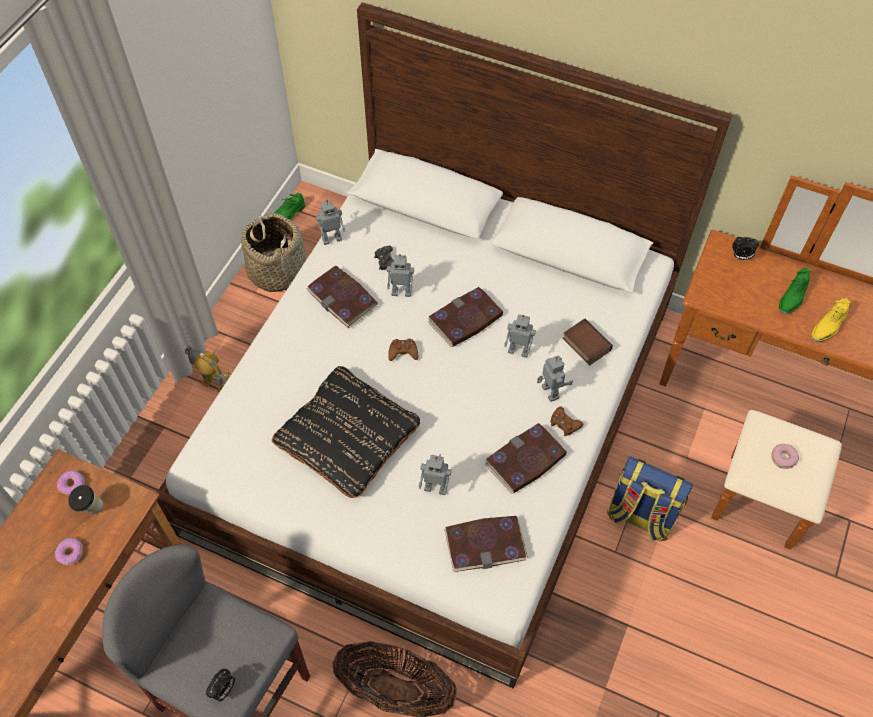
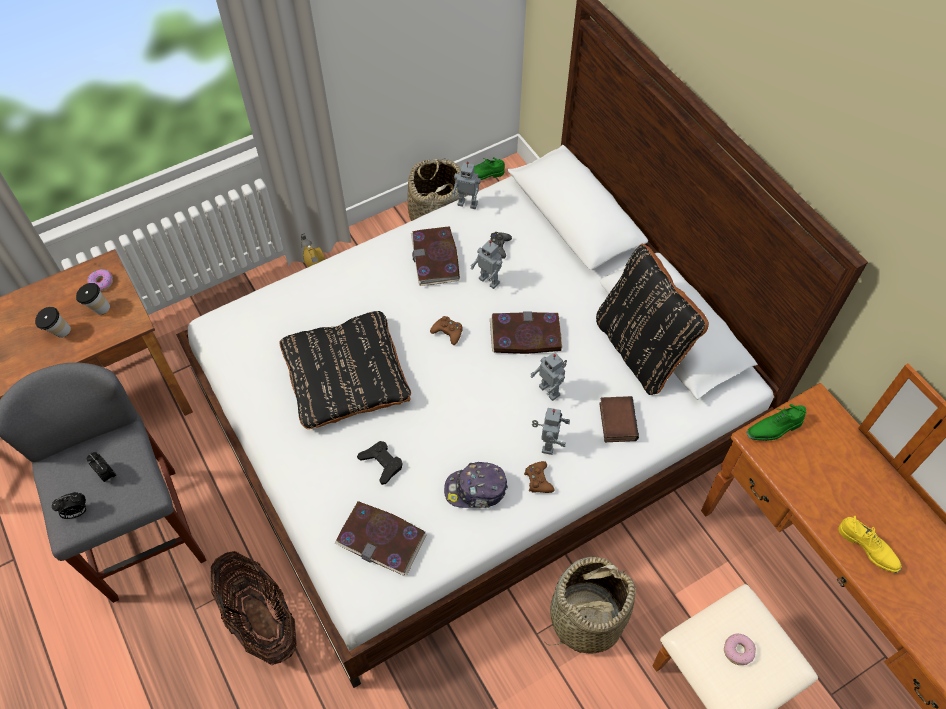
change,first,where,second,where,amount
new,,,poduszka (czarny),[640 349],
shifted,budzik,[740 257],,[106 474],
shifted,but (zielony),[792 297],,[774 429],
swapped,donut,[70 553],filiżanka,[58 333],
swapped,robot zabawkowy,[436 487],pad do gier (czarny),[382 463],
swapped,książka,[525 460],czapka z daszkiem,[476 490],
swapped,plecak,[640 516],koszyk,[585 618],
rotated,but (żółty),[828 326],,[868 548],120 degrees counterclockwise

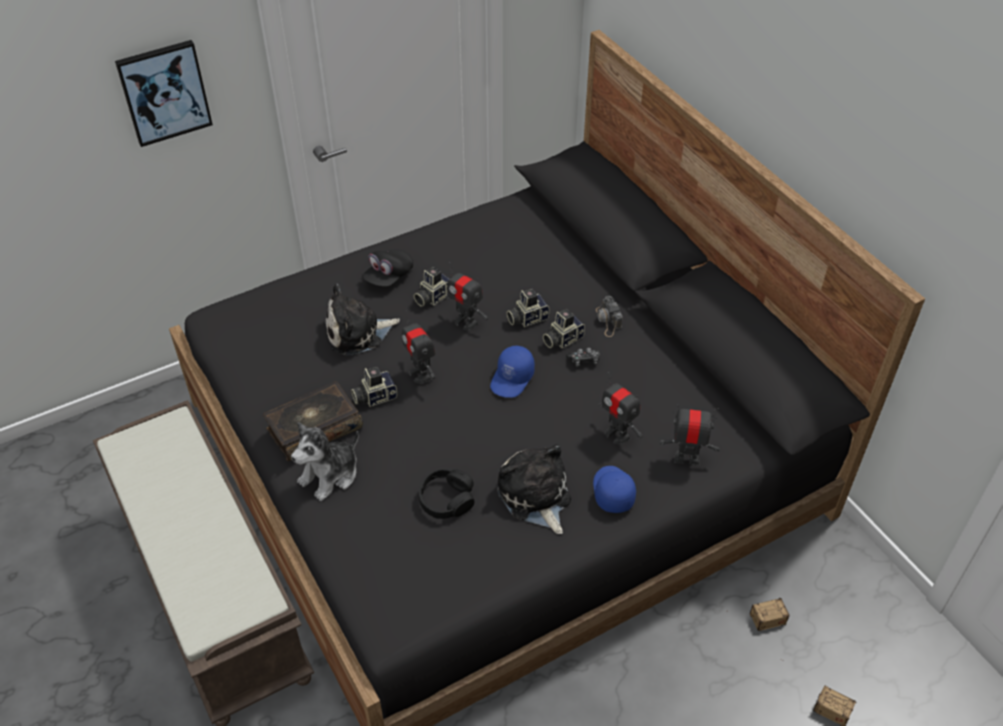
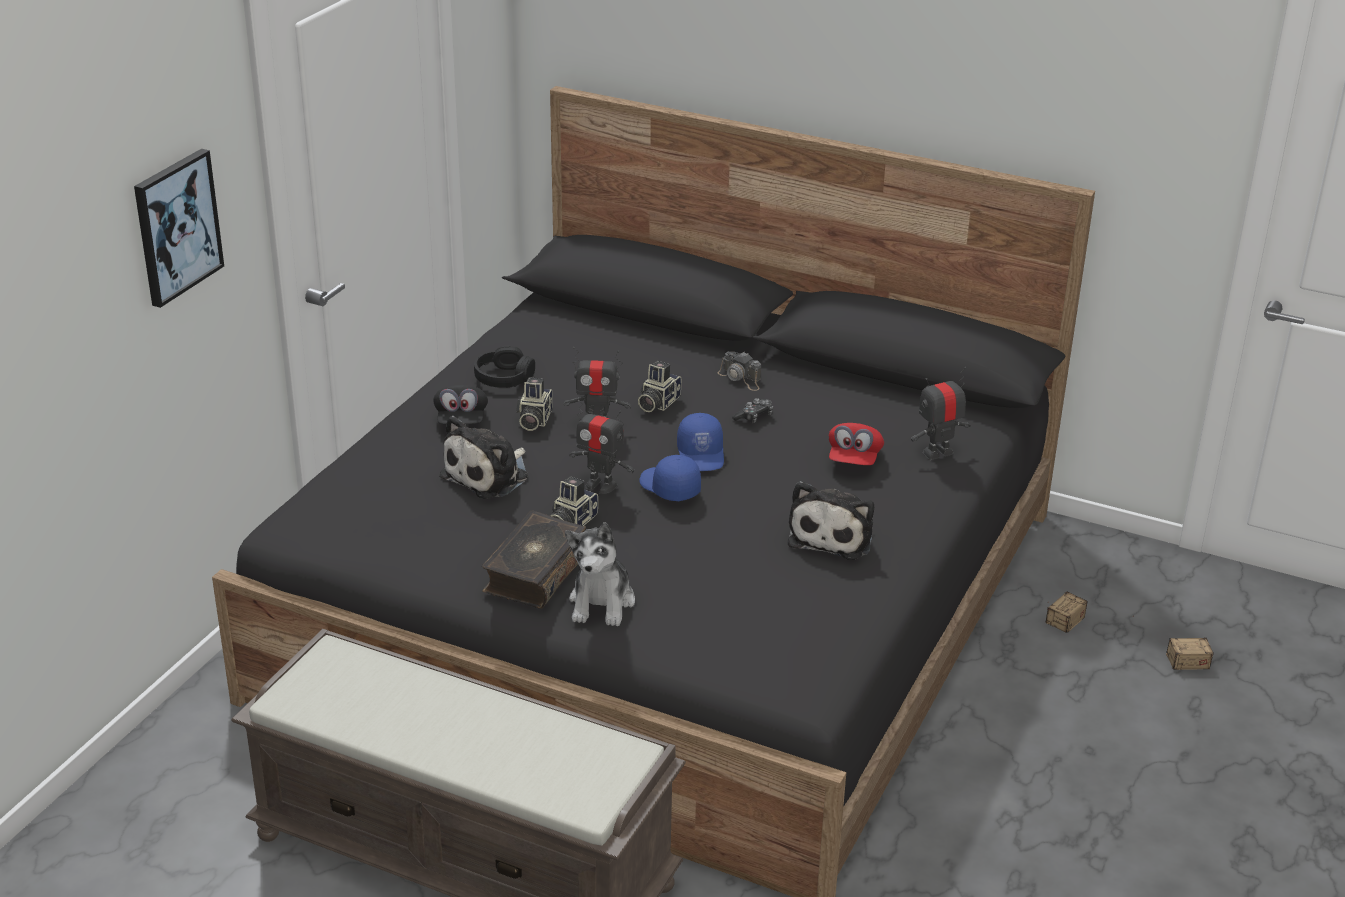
change,first,where,second,where,amount
gone,aparat fotograficzny,[562 338],,,
shifted,słuchawki (czarny),[446 499],,[504 378],
shifted,czapka z daszkiem (niebieski),[612 492],,[669 487],
swapped,robot zabawkowy,[617 434],czapka z daszkiem (czerwony),[854 459],
rotated,pluszak,[535 497],,[833 535],105 degrees counterclockwise

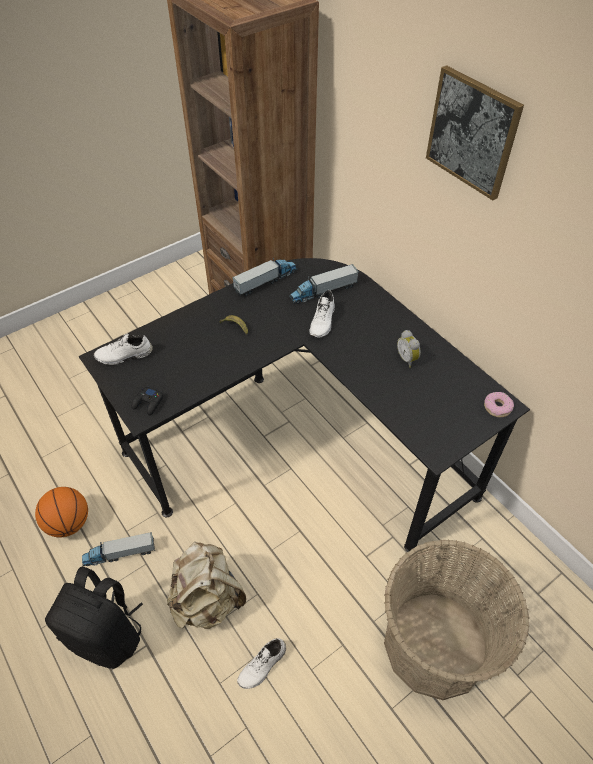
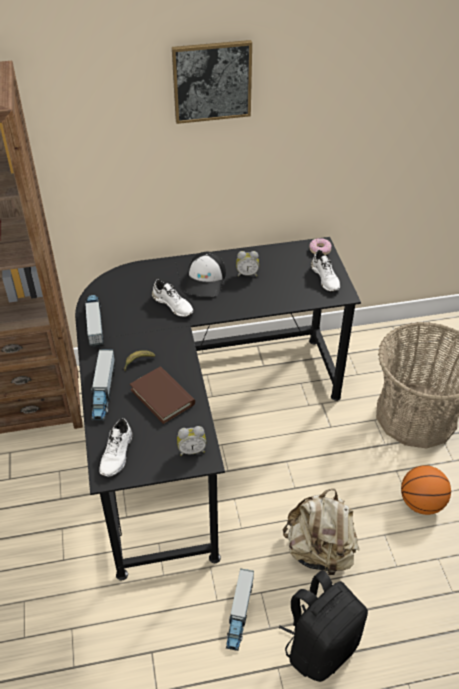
change,first,where,second,where,amount
new,,,książka (brązowy),[162 397],
new,,,czapka z daszkiem,[205 280],
shifted,piłka do koszykówki,[68 523],,[421 503],
shifted,but (biały),[263 666],,[325 278],
shifted,ciężarówka zabawkowa,[323 291],,[103 391],
swapped,pad do gier (czarny),[148 403],budzik,[192 450],

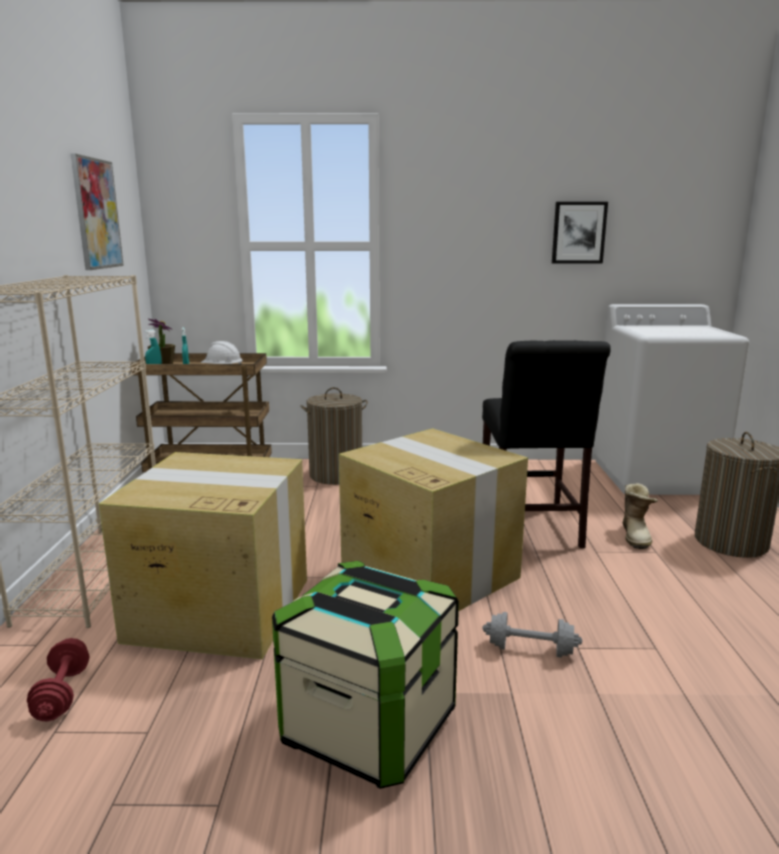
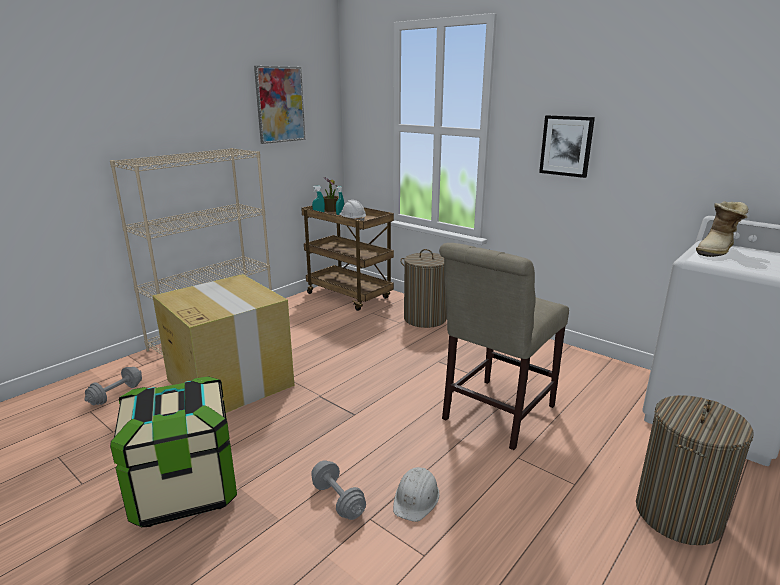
change,first,where,second,where,amount
gone,karton,[428 574],,,
new,,,kask (biały),[416 498],
shifted,obraz,[578 233],,[566 146],
shifted,but z cholewką,[636 535],,[717 250],
repainted,hantel (czerwony),[62 694],hantel (szary),[116 395],
repainted,krzesło (czarny),[530 529],krzesło (beżowy),[494 415],

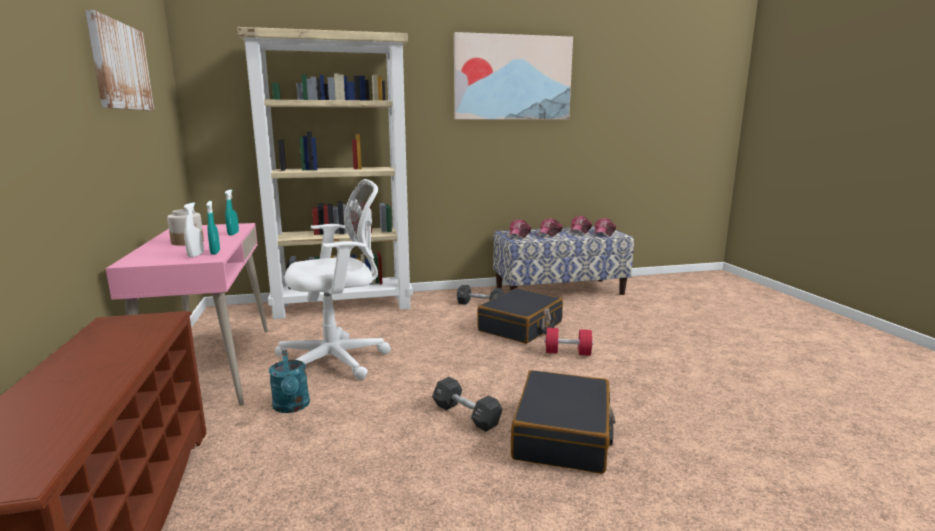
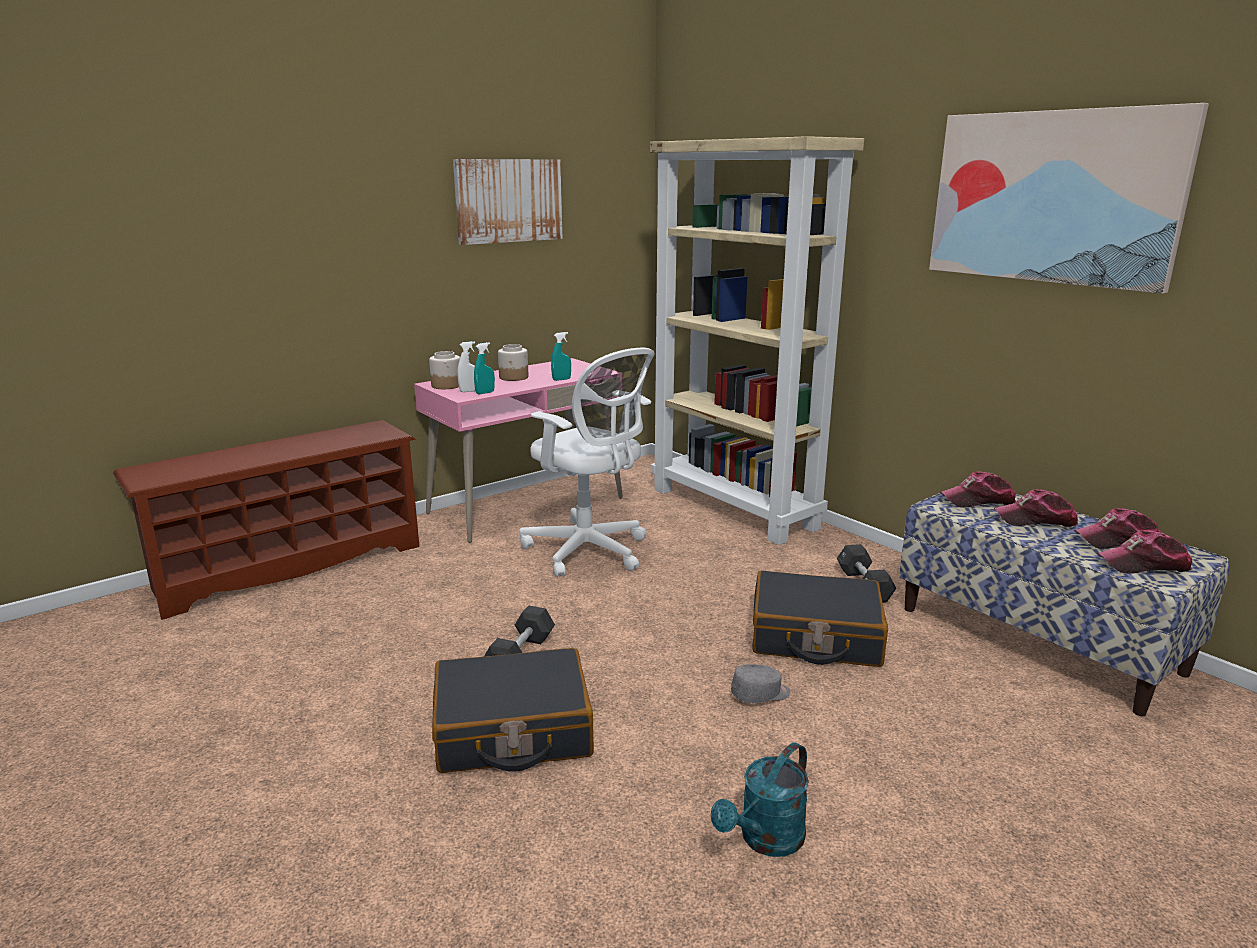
change,first,where,second,where,amount
new,,,słoik,[447 385],
shifted,konewka (turkusowy),[292 407],,[765 840],
swapped,hantel (czerwony),[567 353],czapka z daszkiem (szary),[760 694],

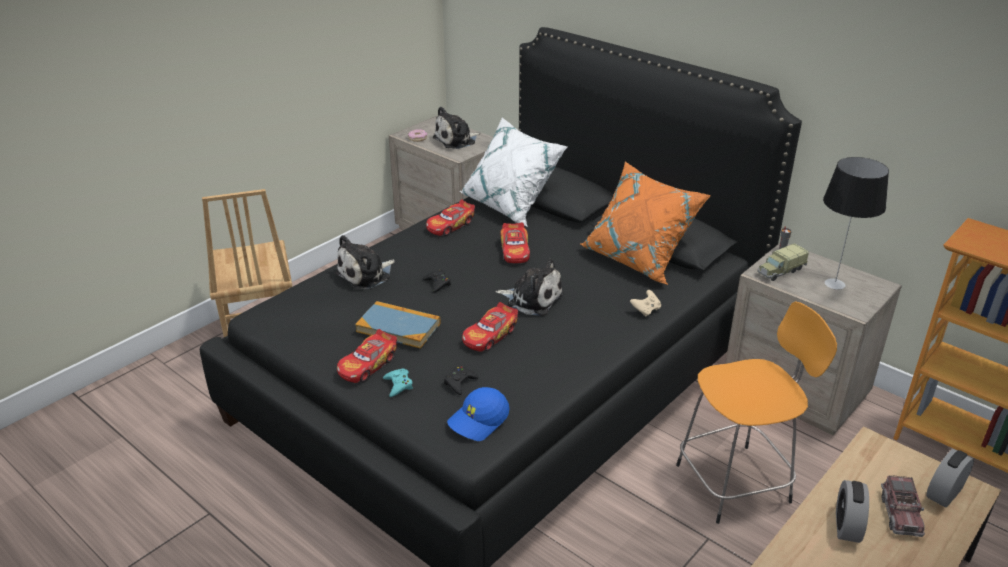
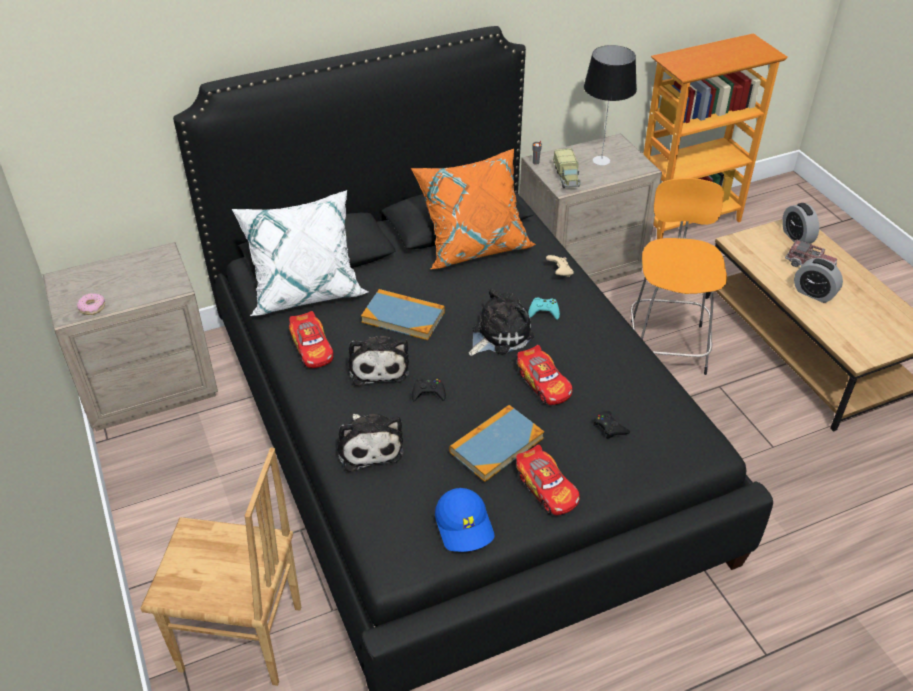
change,first,where,second,where,amount
shifted,pad do gier (turkusowy),[398 385],,[544 311],
shifted,pluszak,[456 140],,[378 366],
shifted,czapka z daszkiem (niebieski),[479 421],,[465 526],
swapped,samochodzik,[515 251],książka,[403 317],

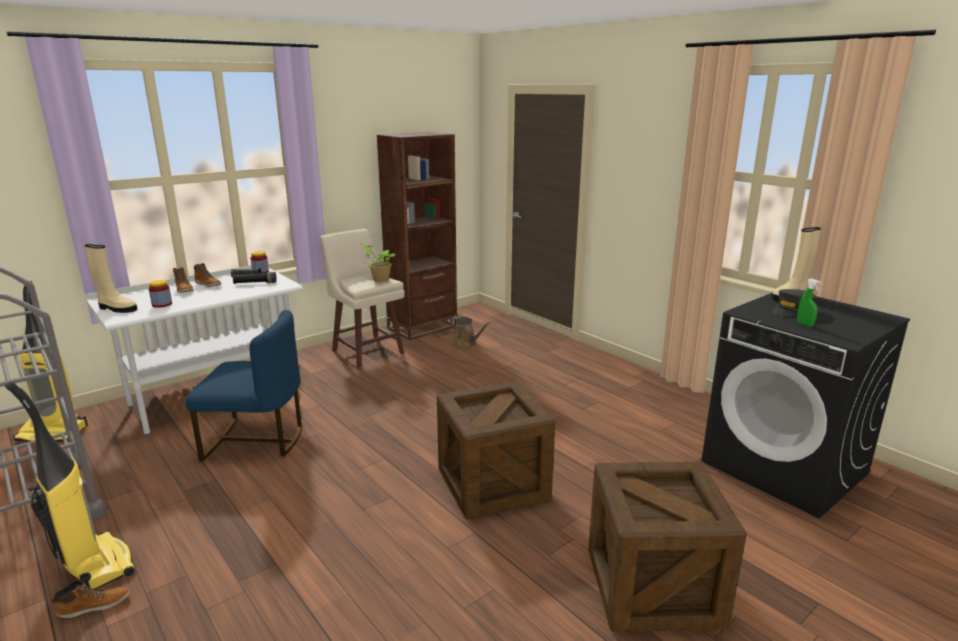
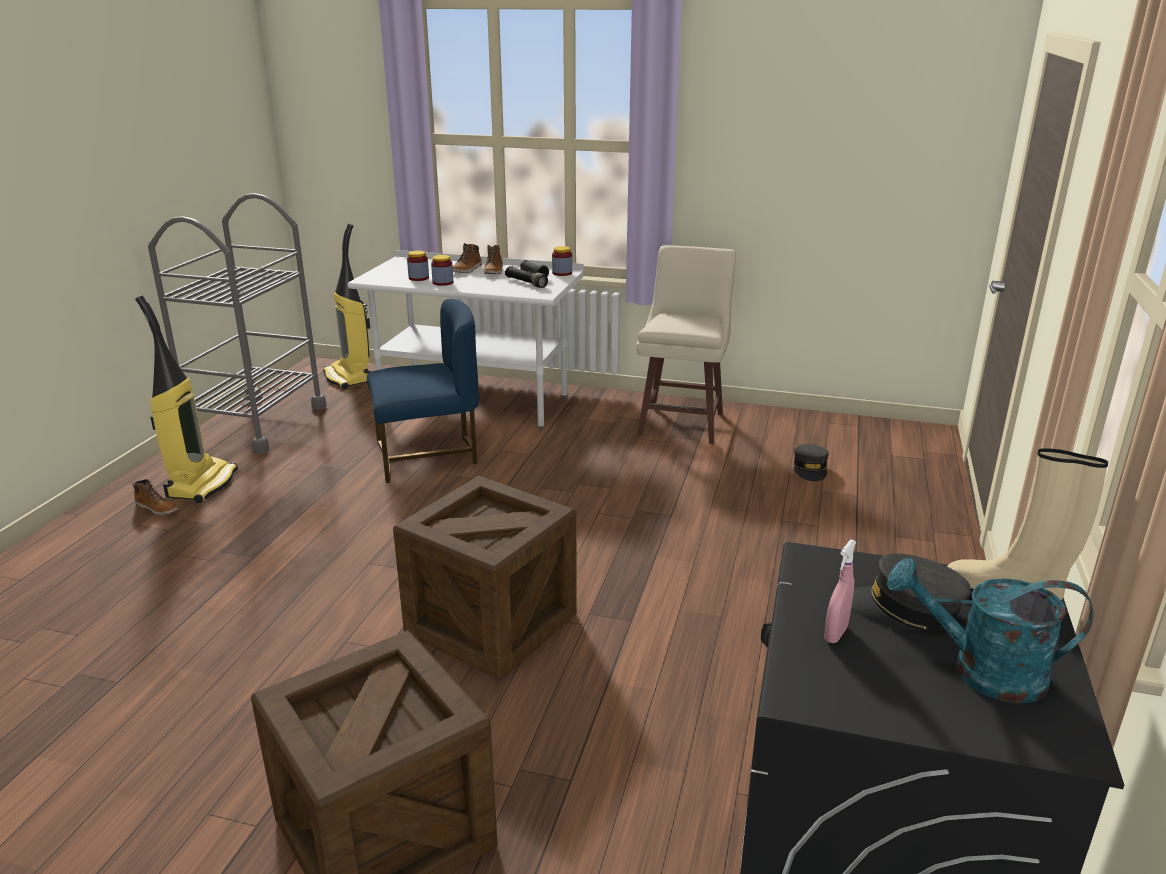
change,first,where,second,where,amount
gone,but z cholewką (beżowy),[116 308],,,
gone,roślina doniczkowa,[379 279],,,
gone,regał (brązowy),[422 327],,,
new,,,słoik,[443 283],
new,,,konewka (turkusowy),[981 672],
swapped,konewka (brązowy),[466 343],czapka z daszkiem (szary),[810 469],
repainted,spryskiwacz (zielony),[804 324],spryskiwacz (różowy),[835 634],
rotated,krzesło (niebieski),[255 441],,[427 456],75 degrees counterclockwise

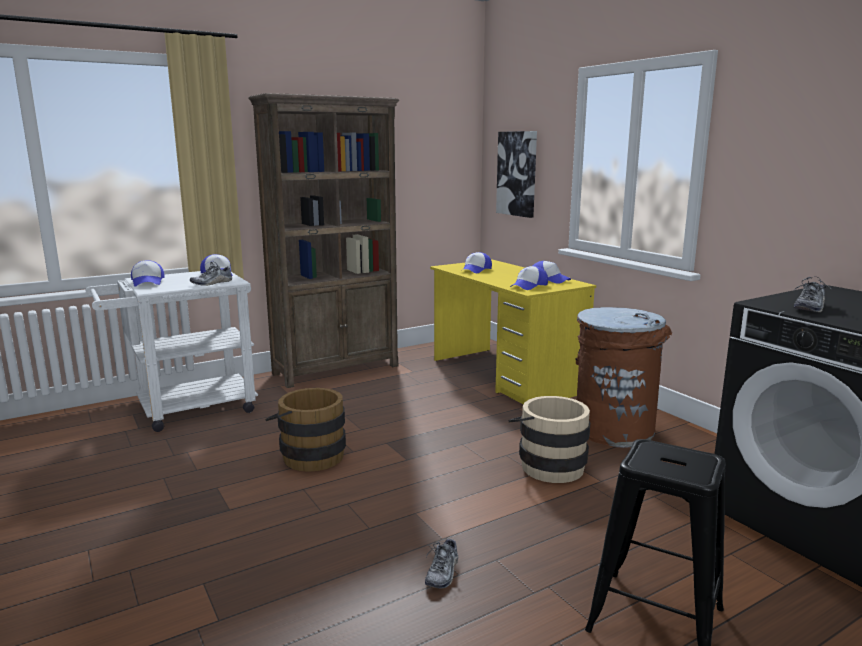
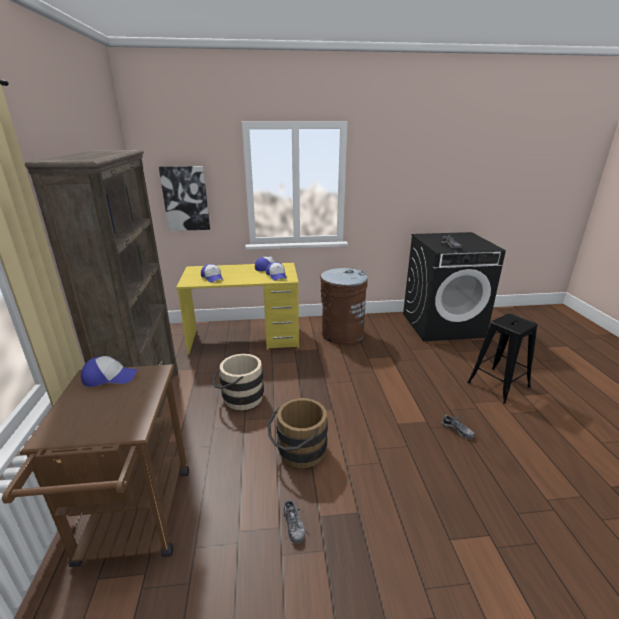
change,first,where,second,where,amount
gone,czapka z daszkiem,[148 282],,,
shifted,but,[212 283],,[293 525],
shifted,wiadro (beżowy),[548 465],,[239 398],
repainted,wózek (biały),[185 410],wózek (brązowy),[134 524],

